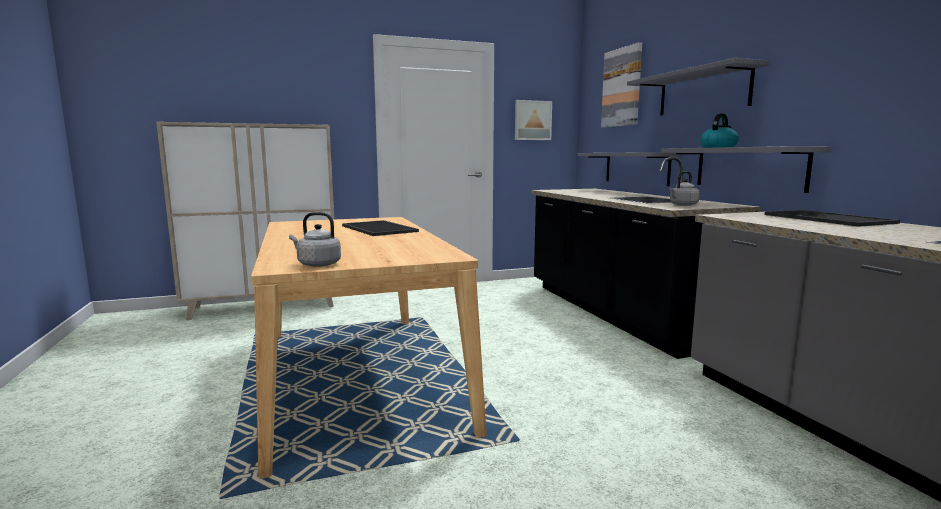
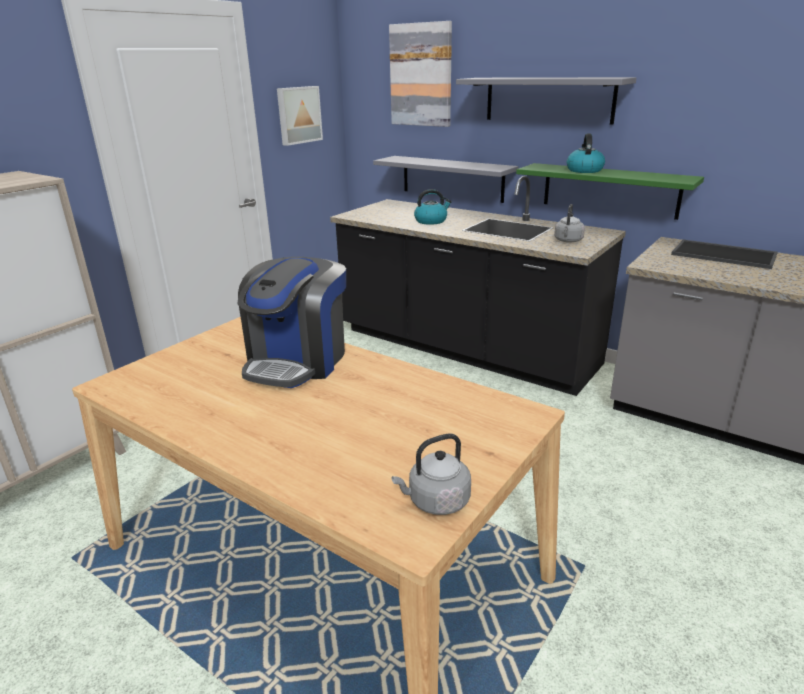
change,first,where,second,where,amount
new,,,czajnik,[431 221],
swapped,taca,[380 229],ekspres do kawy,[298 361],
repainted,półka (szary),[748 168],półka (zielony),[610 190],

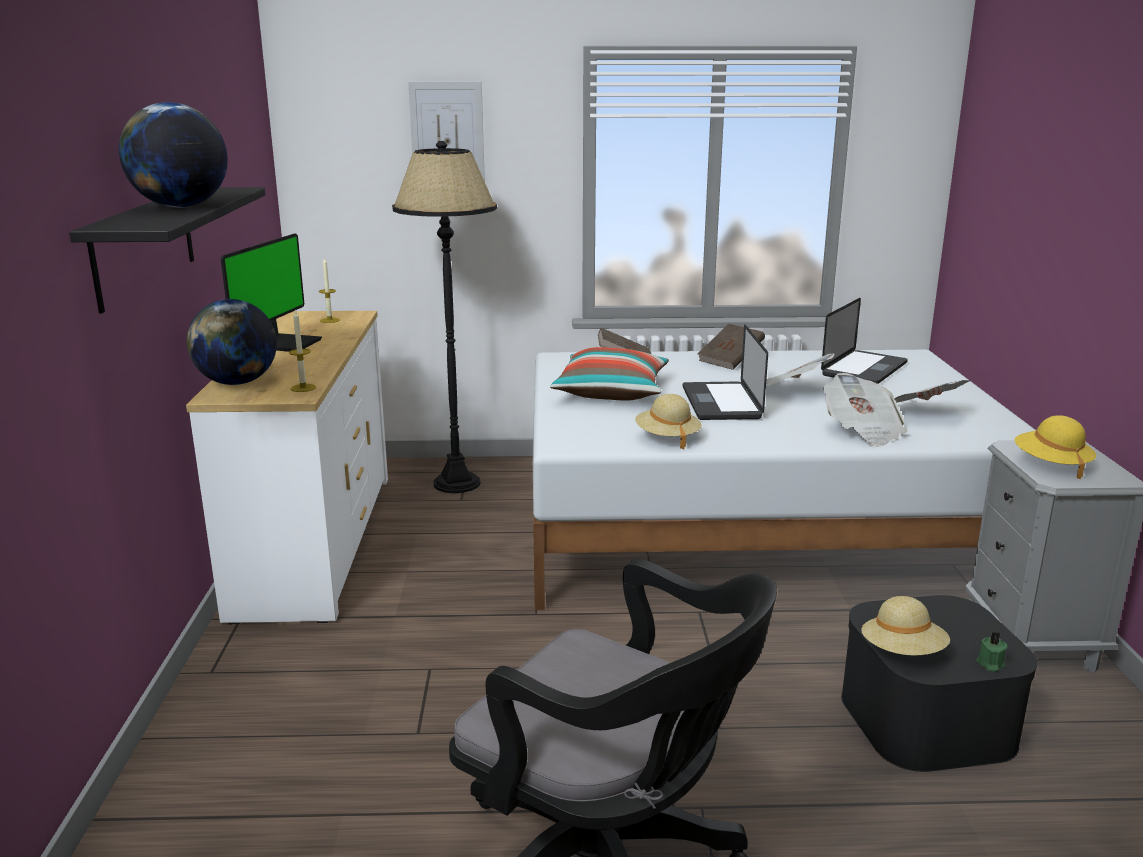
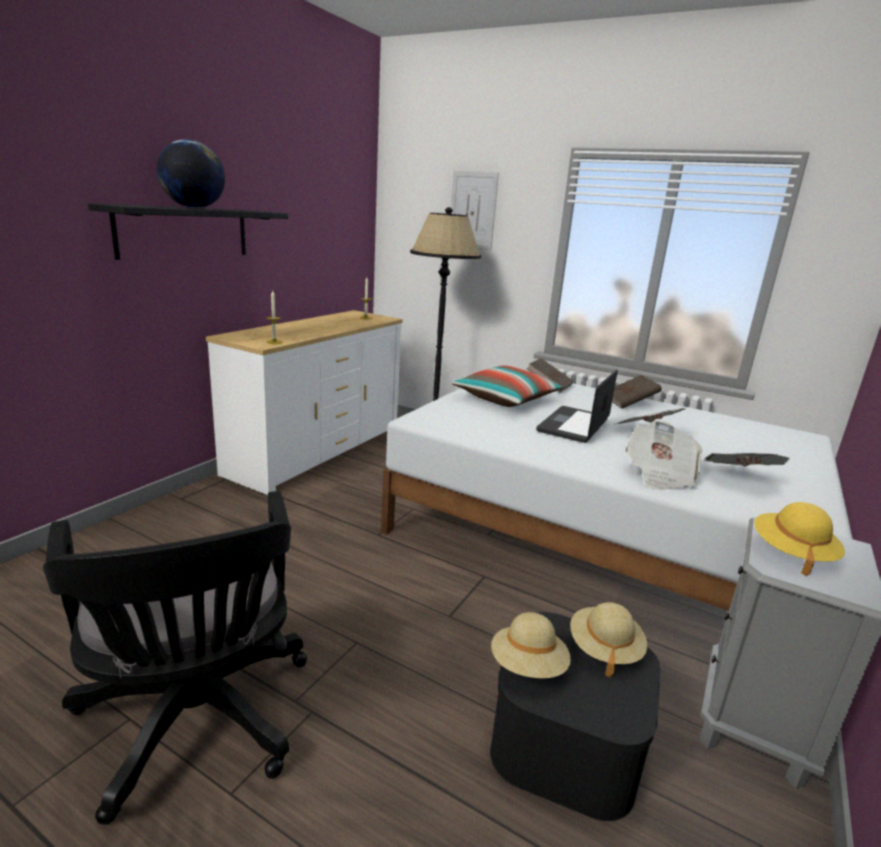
change,first,where,second,where,amount
gone,globus,[237 383],,,
gone,monitor,[286 343],,,
gone,laptop,[864 369],,,
gone,świeca (zielony),[990 664],,,
shifted,kapelusz (beżowy),[667 437],,[604 649],

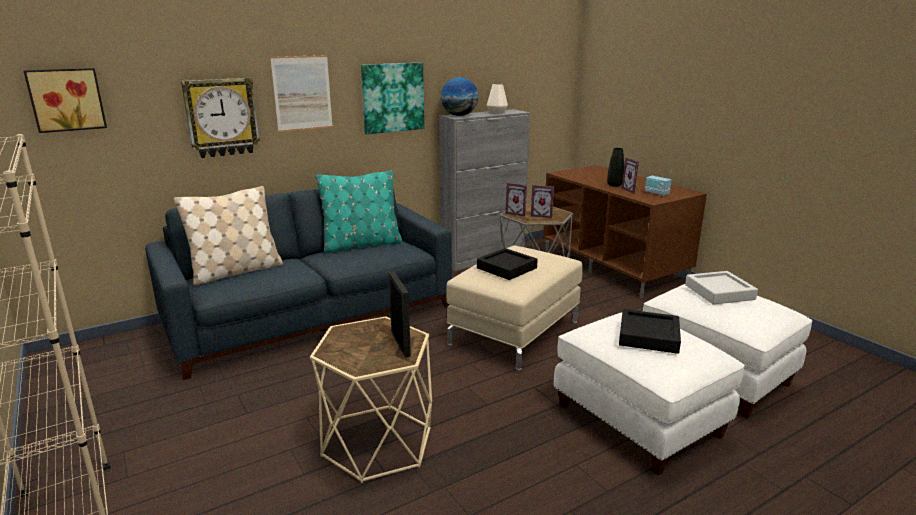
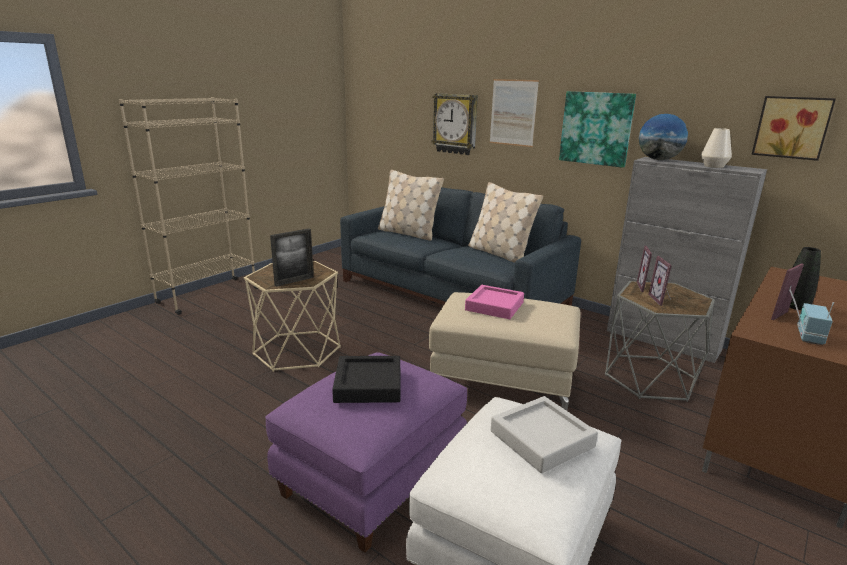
change,first,where,second,where,amount
shifted,obraz,[66 99],,[792 127],
repainted,poduszka (turkusowy),[361 245],poduszka (beżowy),[500 254],
repainted,taca (czarny),[506 268],taca (różowy),[494 306],
repainted,pufa (biały),[639 420],pufa (fioletowy),[373 480],

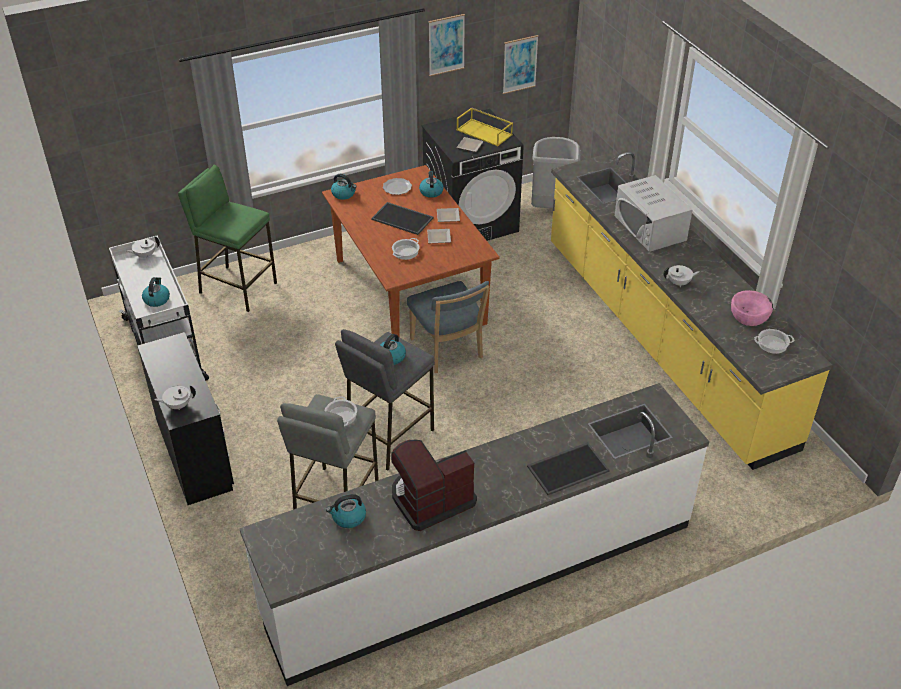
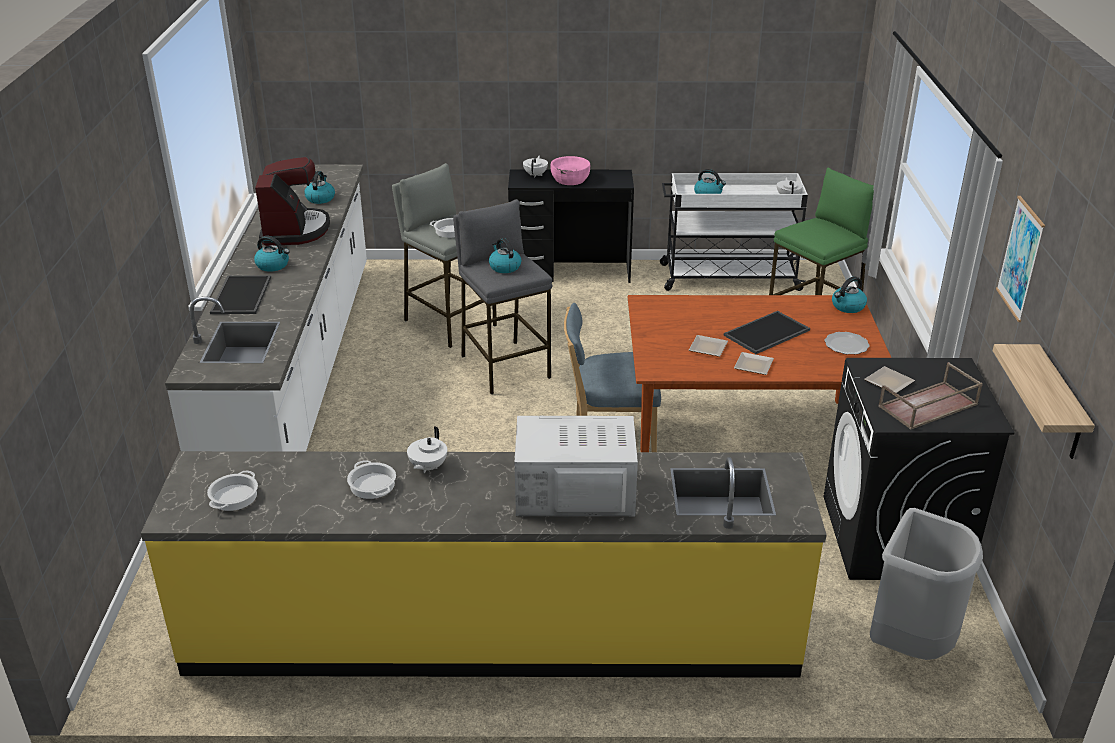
change,first,where,second,where,amount
shifted,garnek,[405 252],,[371 485],
shifted,czajnik,[431 191],,[273 265],
shifted,miska (różowy),[749 316],,[570 179],
swapped,obraz,[520 64],półka,[1059 405],
repainted,taca (żółty),[485 132],taca (brązowy),[928 406],

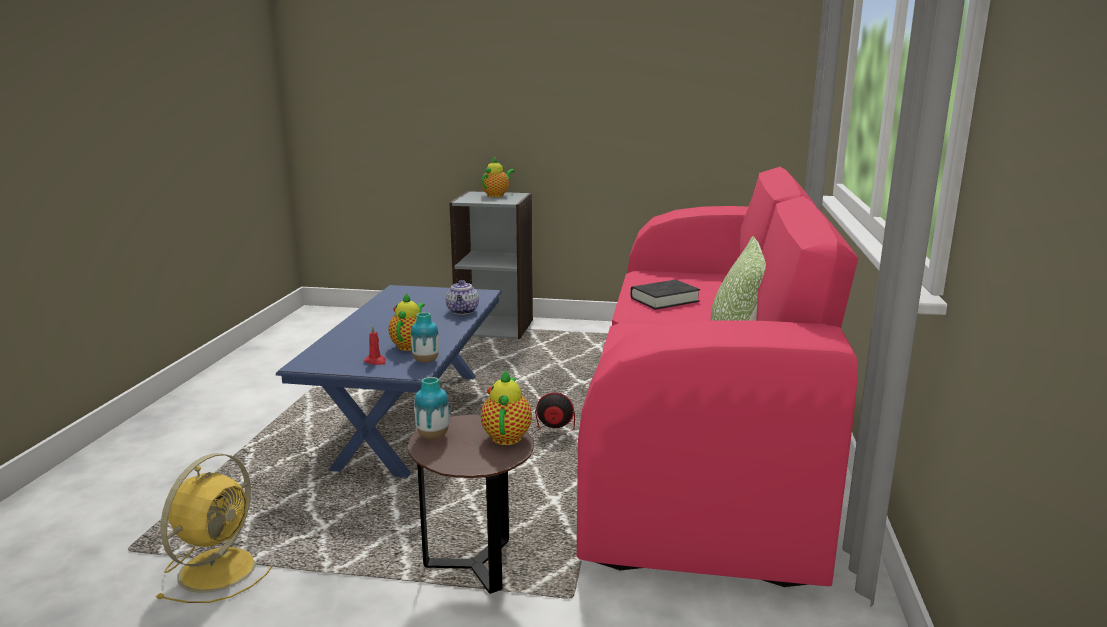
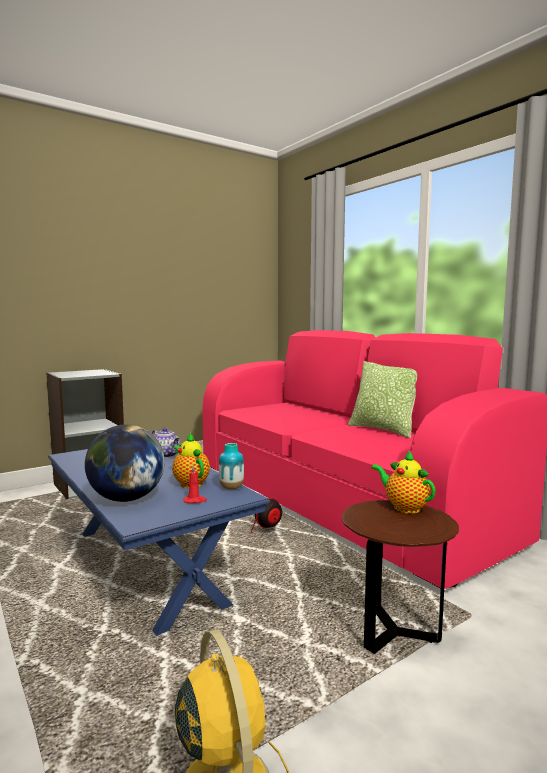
change,first,where,second,where,amount
gone,wazon,[433 436],,,
gone,imbryk,[497 195],,,
gone,książka (czarny),[664 300],,,
new,,,globus,[126 499],

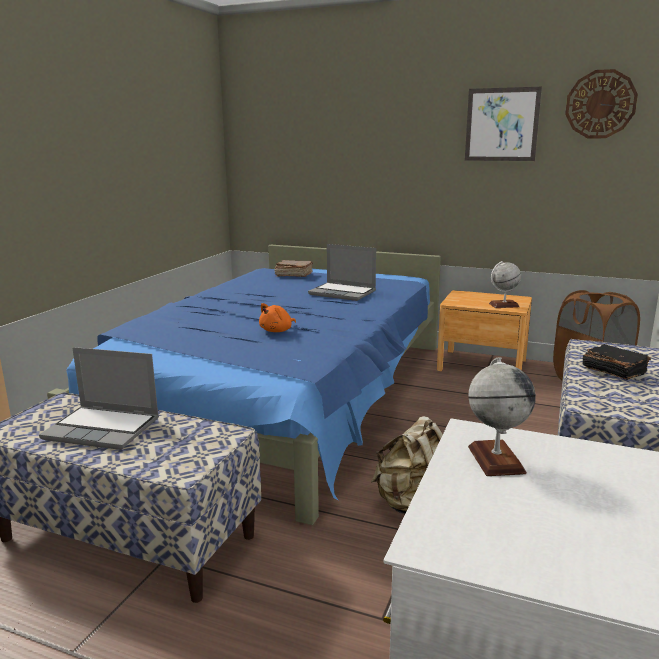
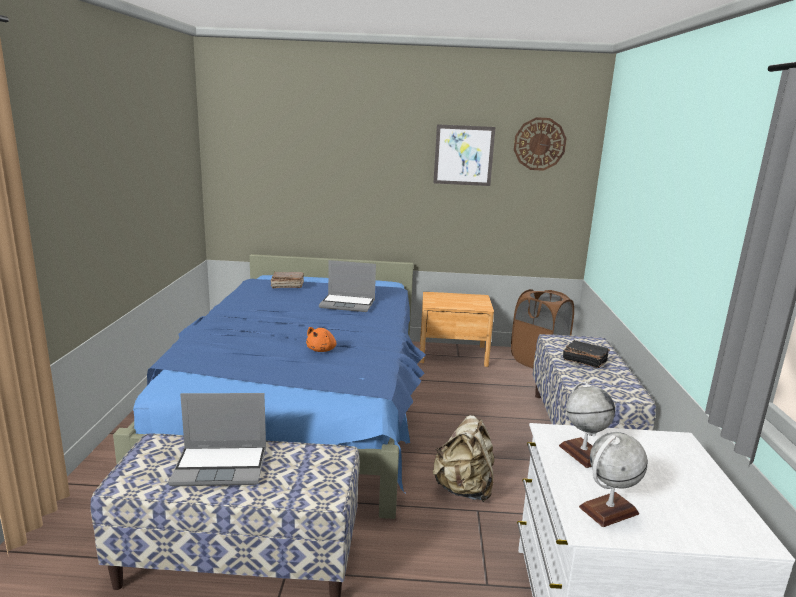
change,first,where,second,where,amount
shifted,globus,[504 305],,[608 510],

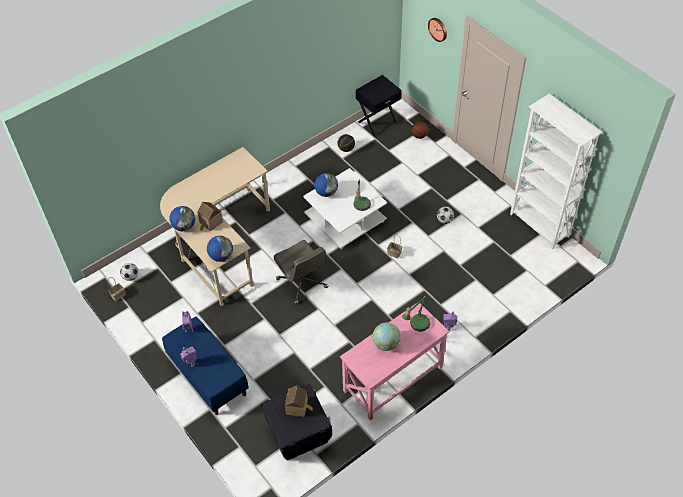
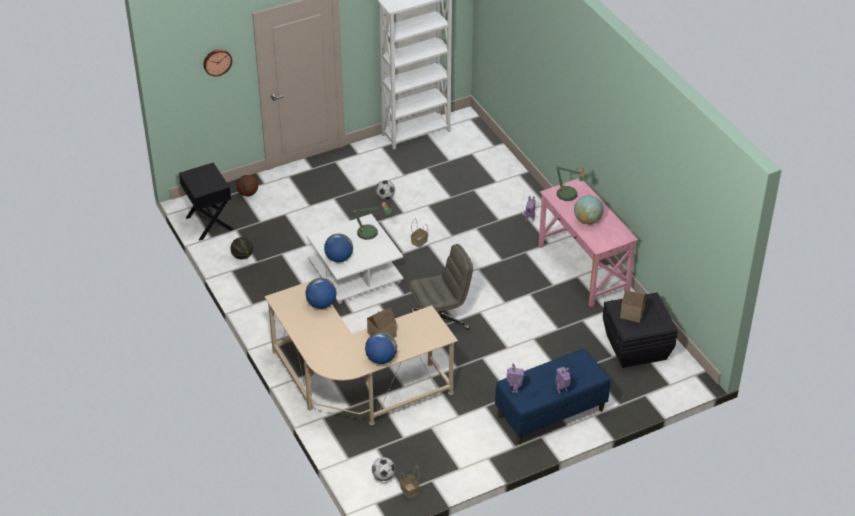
change,first,where,second,where,amount
shifted,globus,[221 256],,[321 304],

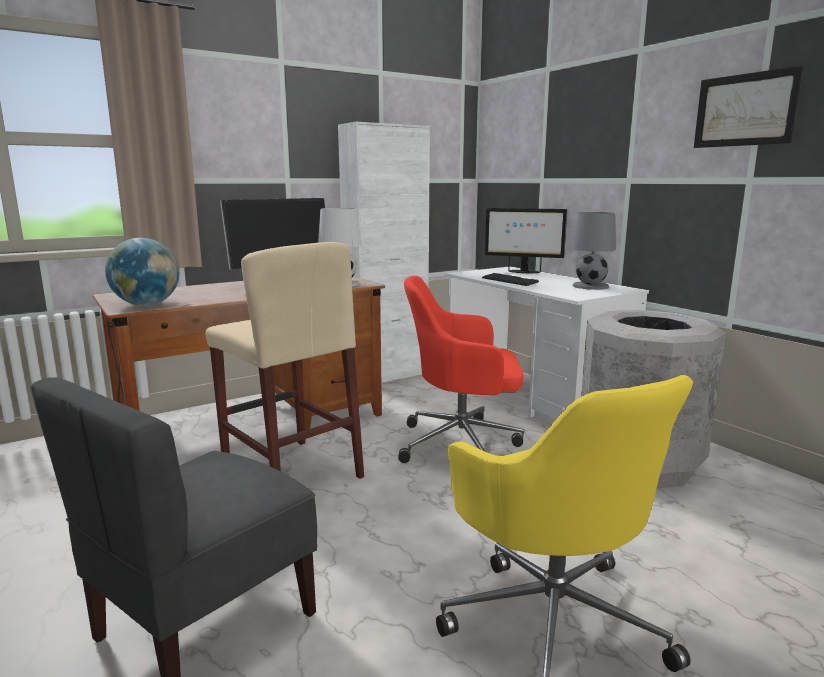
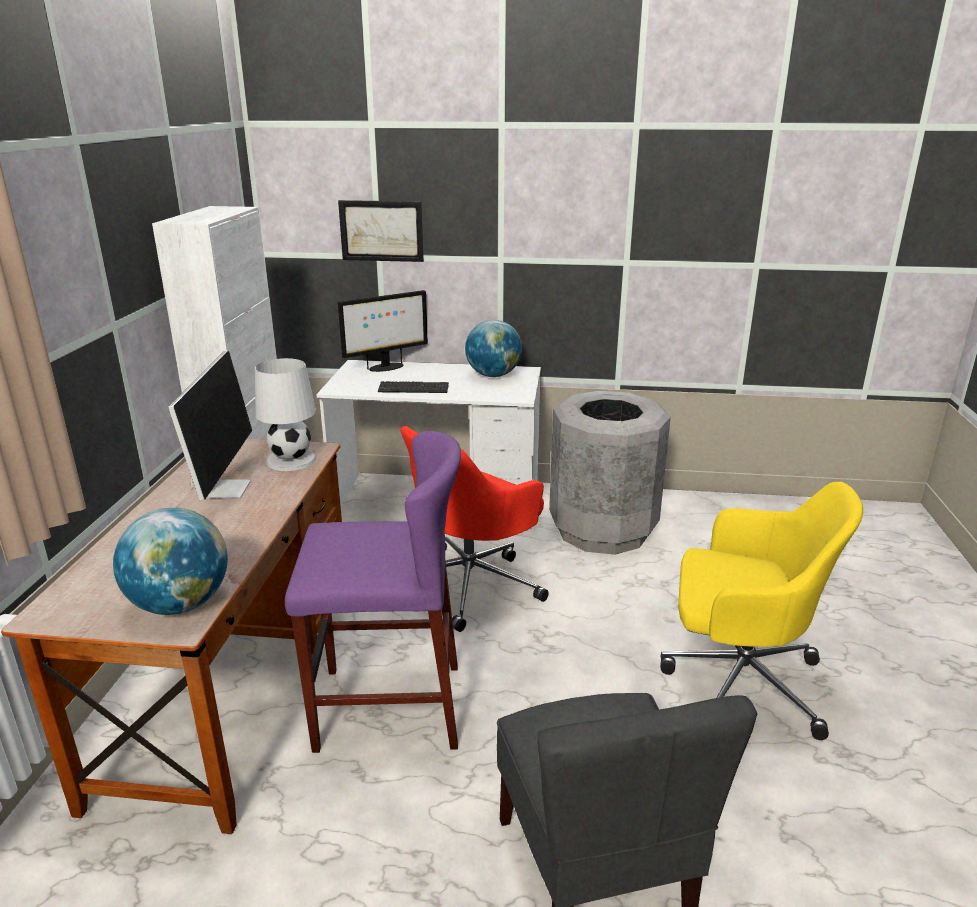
change,first,where,second,where,amount
shifted,obraz,[744 110],,[381 231],
swapped,lampa stołowa (szary),[591 286],globus,[493 375],
repainted,stołek (beżowy),[291 472],stołek (fioletowy),[389 707],

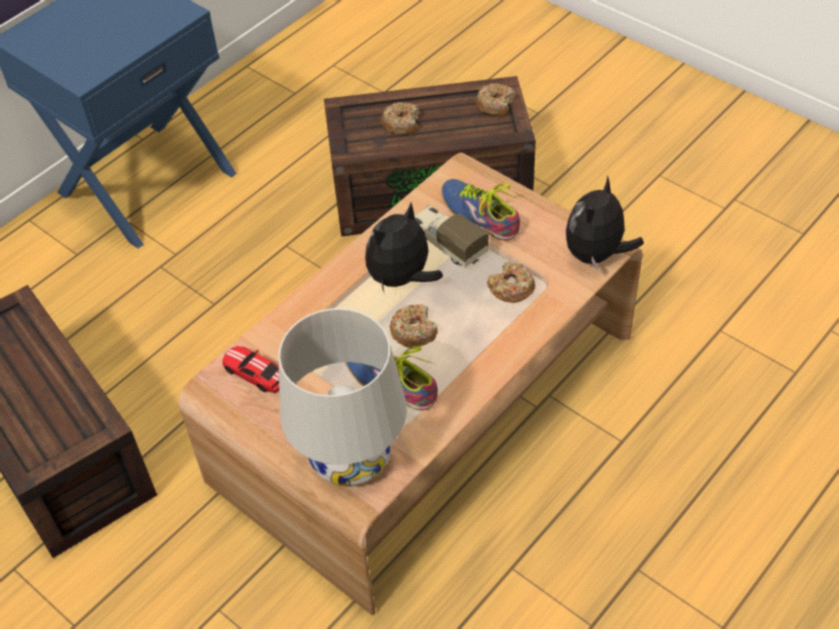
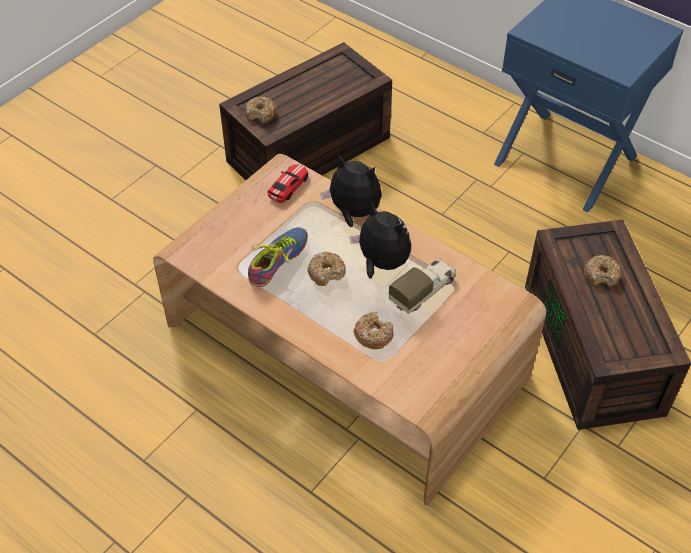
change,first,where,second,where,amount
gone,lampa stołowa (biały),[351 460],,,
gone,but,[481 213],,,
shifted,donut,[495 104],,[261 114],
shifted,pluszak,[596 255],,[353 213],

